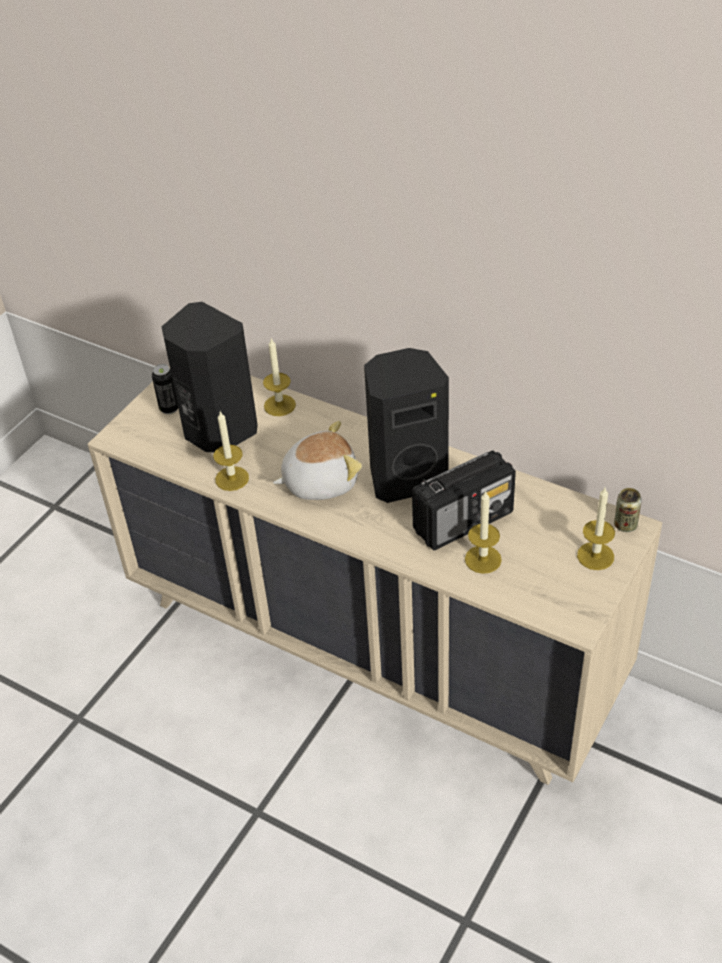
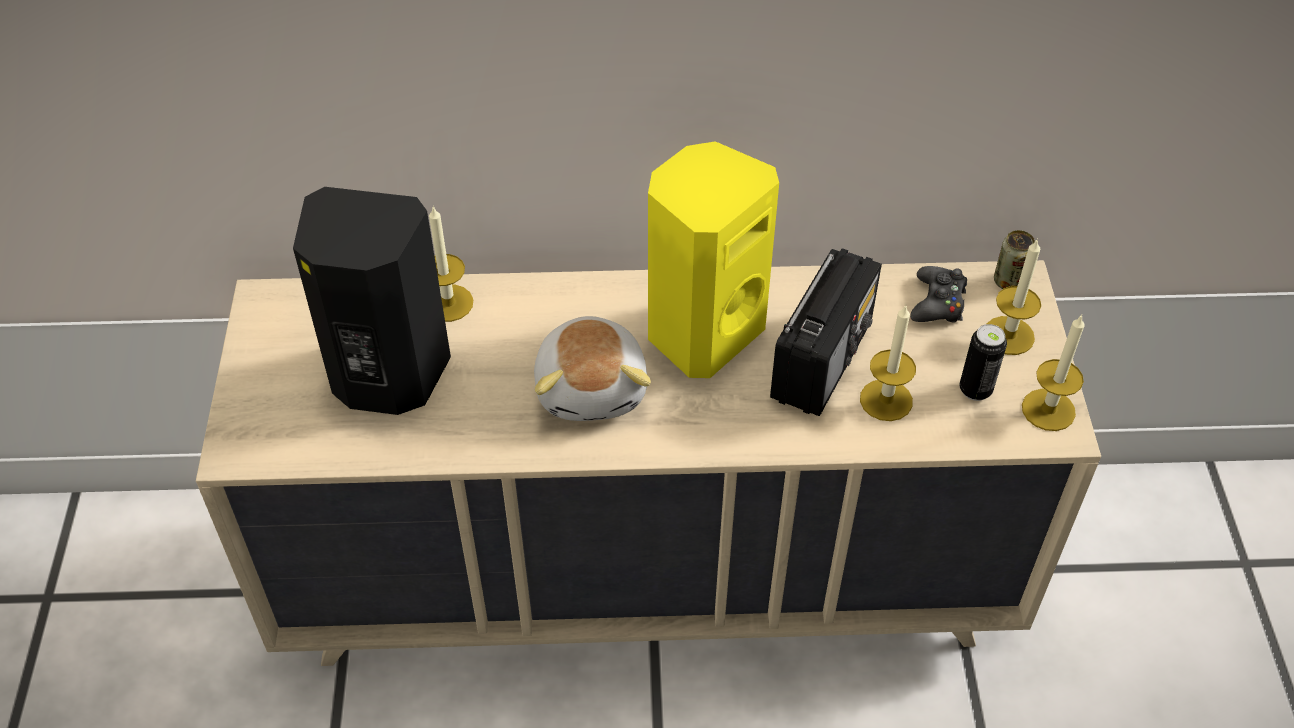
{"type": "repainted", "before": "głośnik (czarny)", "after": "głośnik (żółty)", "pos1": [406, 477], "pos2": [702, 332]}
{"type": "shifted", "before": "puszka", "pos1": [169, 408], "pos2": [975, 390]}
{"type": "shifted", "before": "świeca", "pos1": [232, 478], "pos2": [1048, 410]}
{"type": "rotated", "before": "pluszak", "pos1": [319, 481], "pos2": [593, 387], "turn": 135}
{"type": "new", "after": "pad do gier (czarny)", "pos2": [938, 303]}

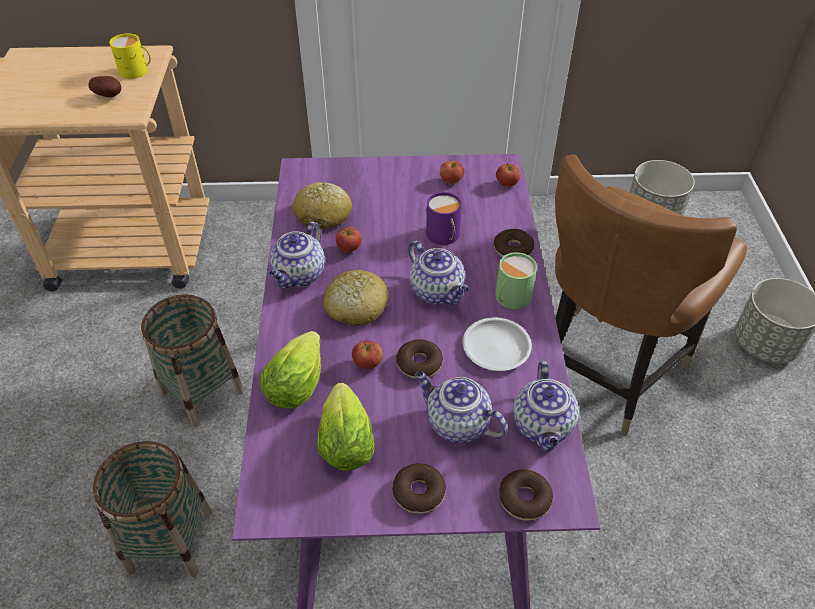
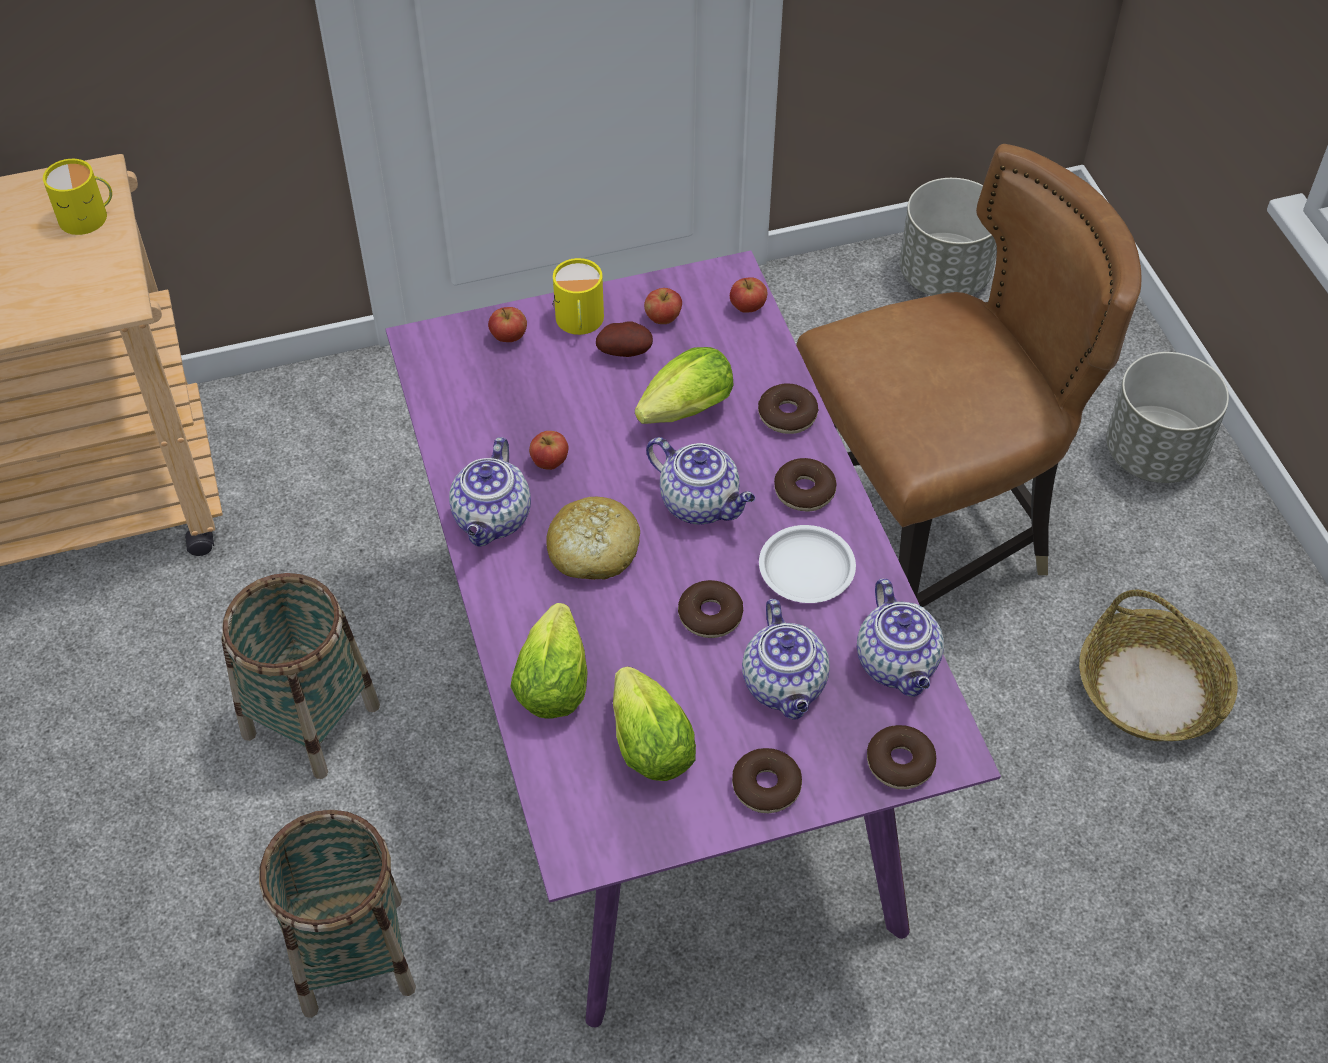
{"type": "shifted", "before": "ziemniak", "pos1": [110, 96], "pos2": [625, 351]}
{"type": "rotated", "before": "krzesło (brązowy)", "pos1": [605, 369], "pos2": [928, 545], "turn": -135}
{"type": "gone", "before": "chleb", "pos1": [323, 214]}
{"type": "swapped", "before": "kubek (fioletowy)", "after": "sałata", "pos1": [444, 236], "pos2": [681, 413]}
{"type": "swapped", "before": "kubek (zielony)", "after": "donut", "pos1": [510, 298], "pos2": [804, 491]}
{"type": "shifted", "before": "jabłko", "pos1": [368, 364], "pos2": [509, 337]}
{"type": "rotated", "before": "imbryk", "pos1": [456, 423], "pos2": [785, 686], "turn": -120}
{"type": "new", "after": "kubek (żółty)", "pos2": [579, 321]}
{"type": "new", "after": "koszyk", "pos2": [1152, 691]}

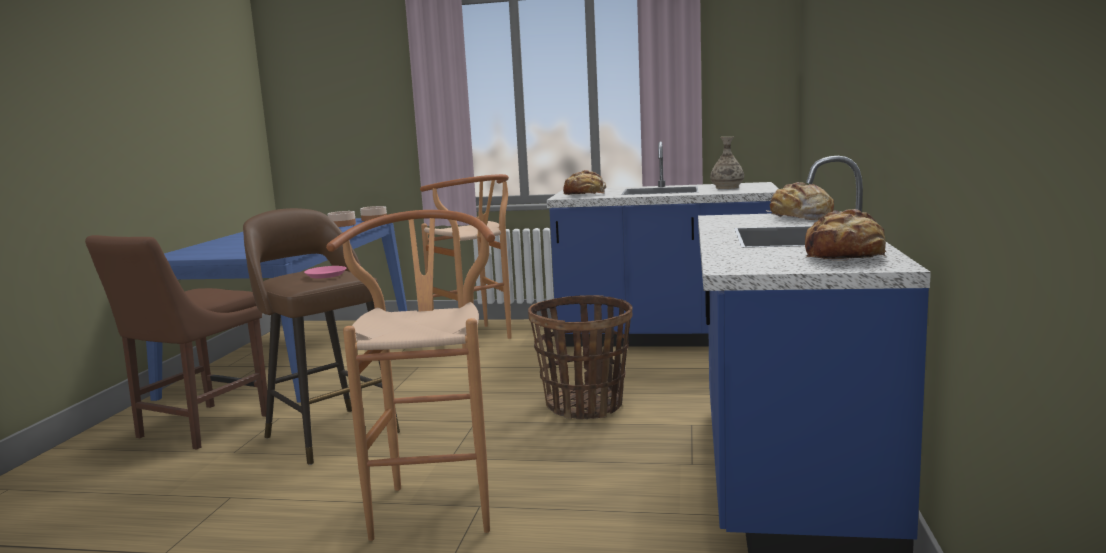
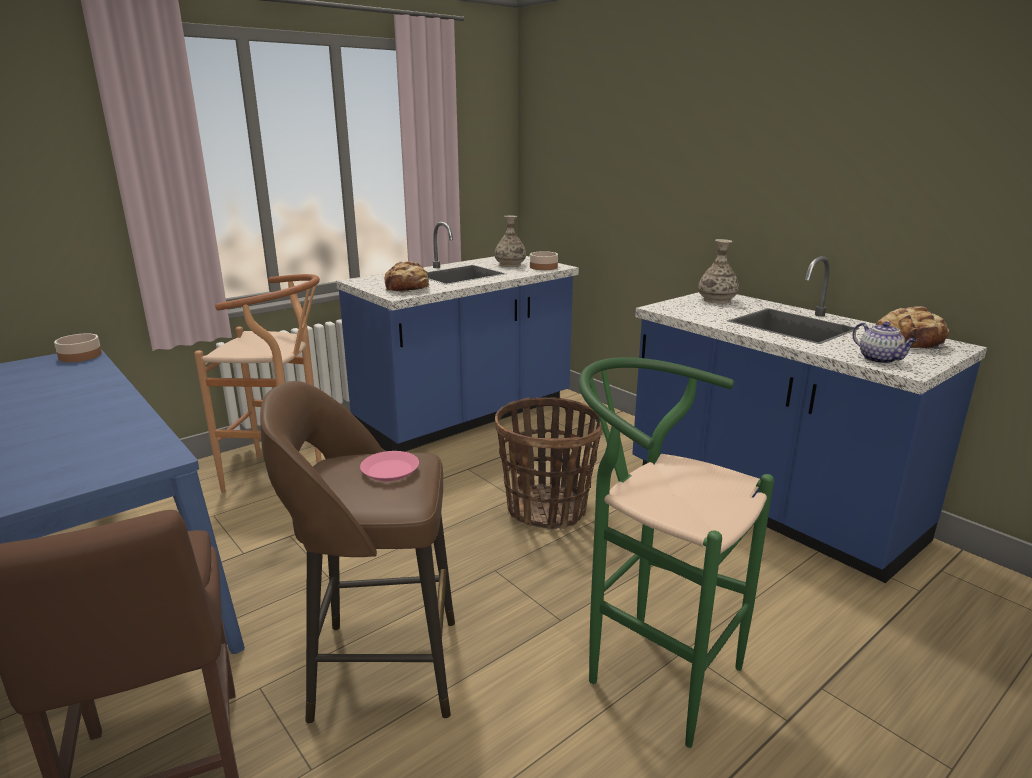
{"type": "swapped", "before": "chleb", "after": "wazon", "pos1": [800, 217], "pos2": [717, 300]}
{"type": "repainted", "before": "stołek (brązowy)", "after": "stołek (zielony)", "pos1": [436, 502], "pos2": [650, 671]}
{"type": "shifted", "before": "miska", "pos1": [342, 225], "pos2": [544, 267]}
{"type": "new", "after": "imbryk", "pos2": [880, 359]}

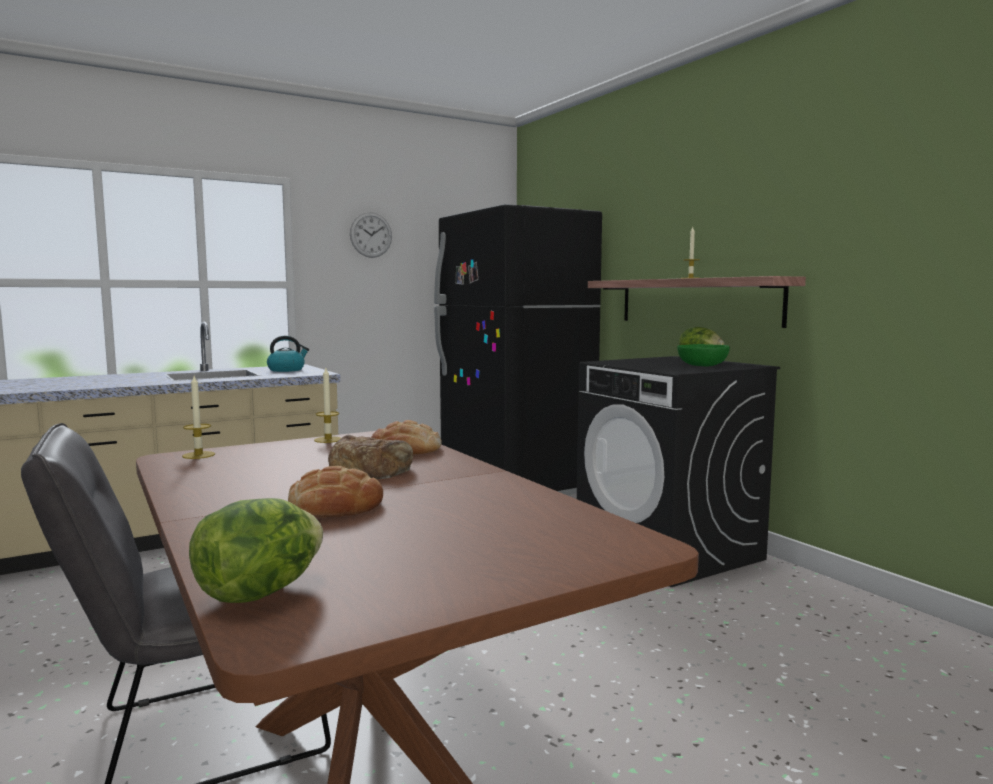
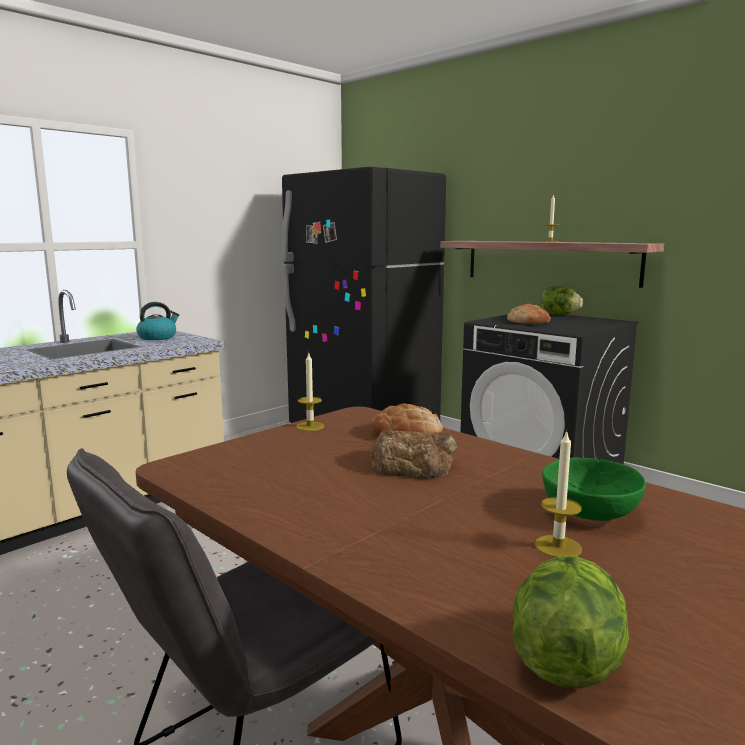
{"type": "gone", "before": "zegar ścienny", "pos1": [371, 235]}
{"type": "shifted", "before": "miska (zielony)", "pos1": [702, 366], "pos2": [588, 512]}
{"type": "shifted", "before": "świeca", "pos1": [198, 455], "pos2": [558, 547]}
{"type": "shifted", "before": "chleb", "pos1": [336, 505], "pos2": [528, 322]}

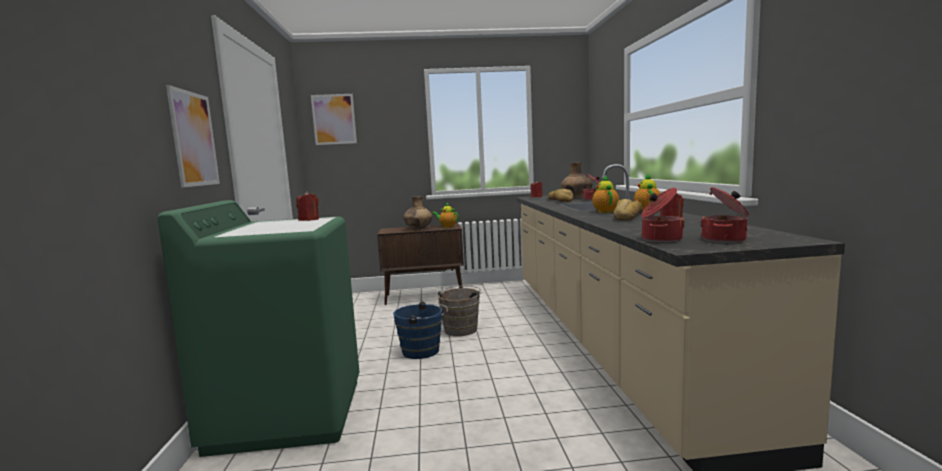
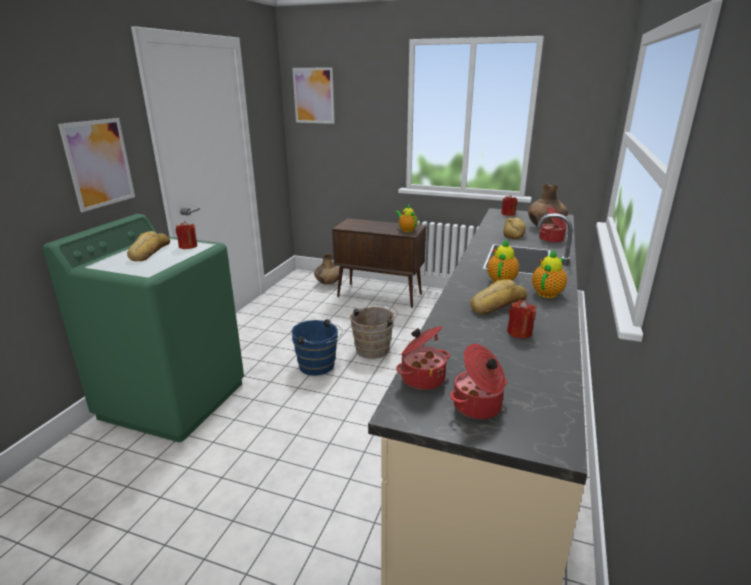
{"type": "shifted", "before": "wazon (brązowy)", "pos1": [418, 229], "pos2": [327, 283]}
{"type": "new", "after": "chleb", "pos2": [148, 252]}

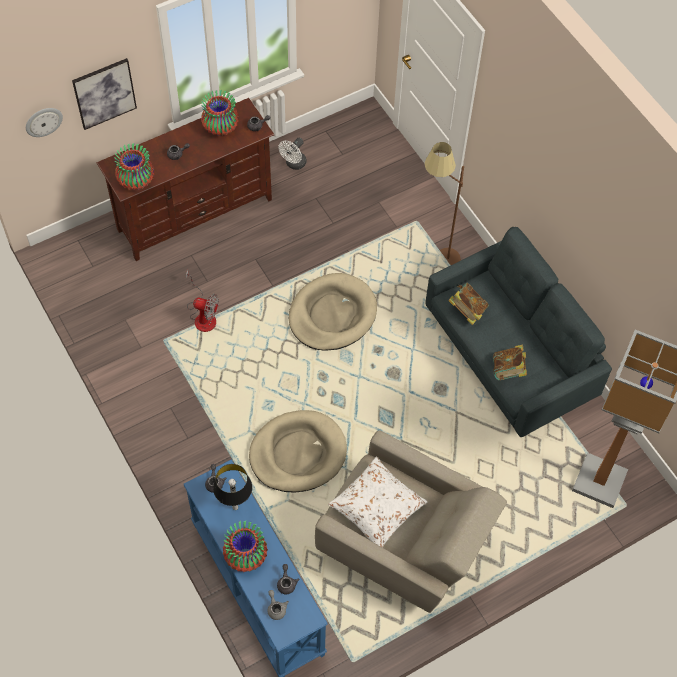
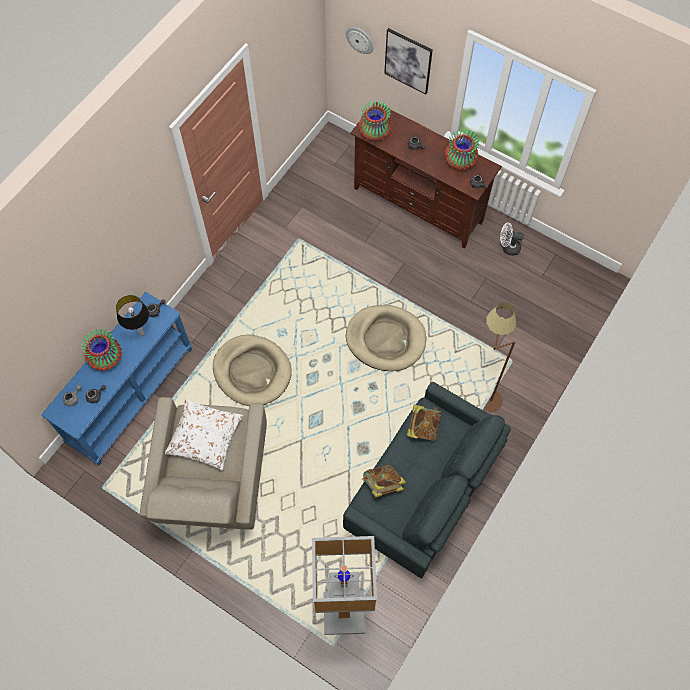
{"type": "gone", "before": "wentylator", "pos1": [203, 316]}

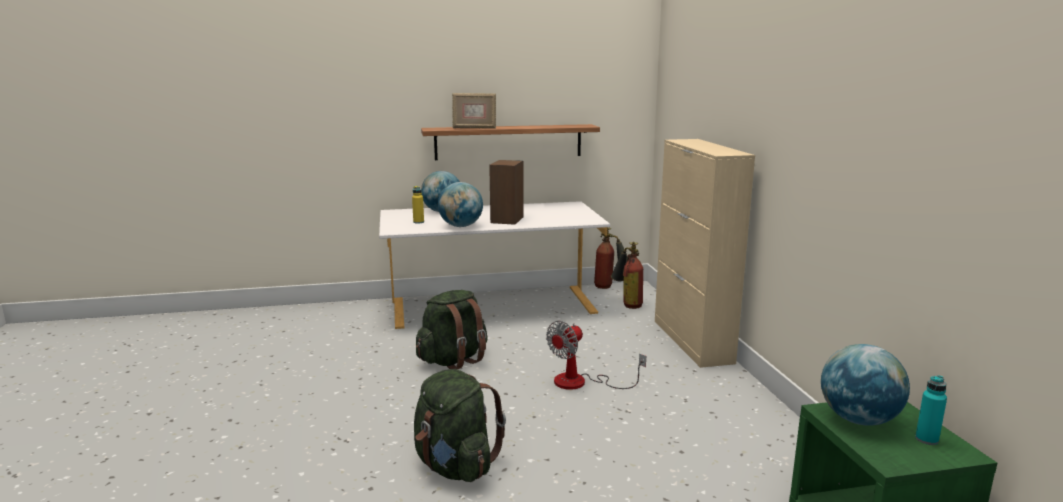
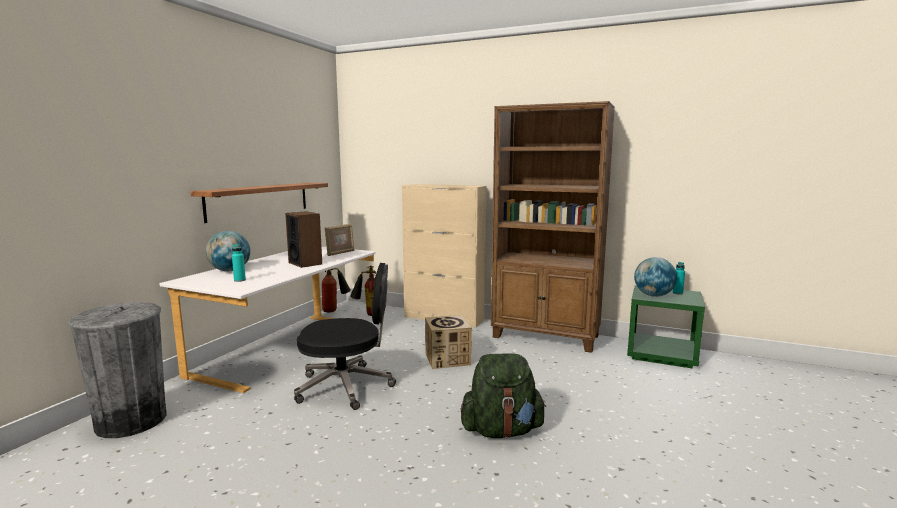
{"type": "shifted", "before": "ramka na zdjęcie", "pos1": [474, 128], "pos2": [340, 253]}
{"type": "gone", "before": "globus", "pos1": [461, 226]}
{"type": "repainted", "before": "butelka (żółty)", "after": "butelka (turkusowy)", "pos1": [418, 222], "pos2": [239, 280]}
{"type": "swapped", "before": "plecak (zielony)", "after": "krzesło biurowe (czarny)", "pos1": [453, 360], "pos2": [346, 386]}
{"type": "swapped", "before": "wentylator", "after": "karton", "pos1": [581, 382], "pos2": [447, 359]}
{"type": "new", "after": "regał (brązowy)", "pos2": [546, 337]}
{"type": "new", "after": "kosz na śmieci (szary)", "pos2": [131, 421]}

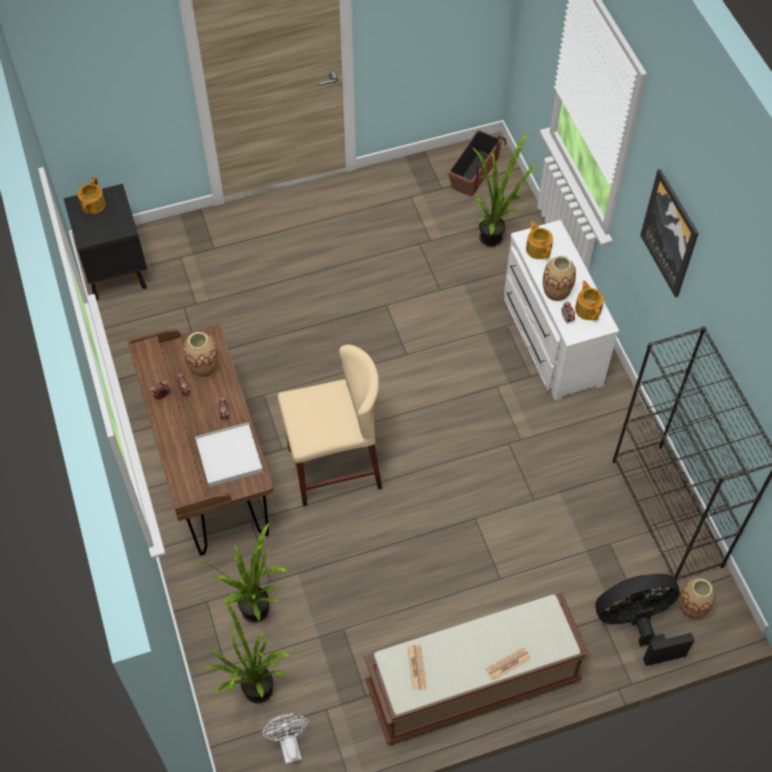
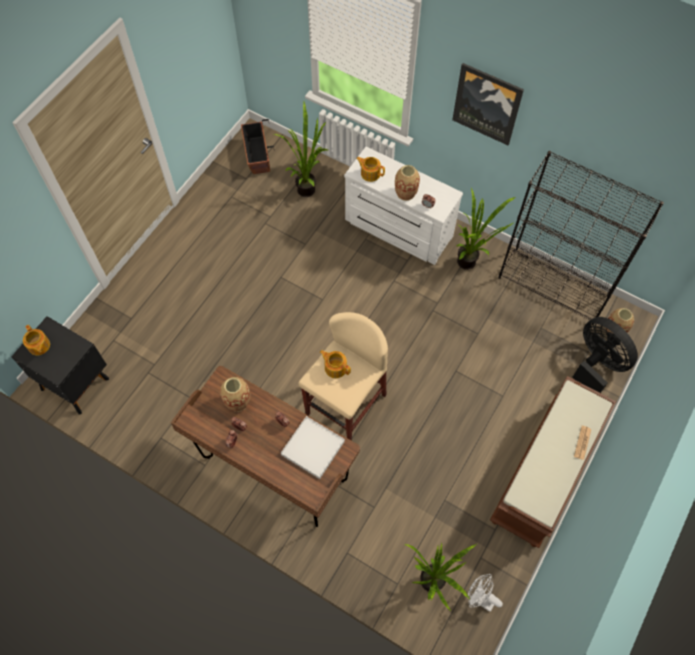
{"type": "shifted", "before": "imbryk", "pos1": [588, 309], "pos2": [335, 367]}
{"type": "shifted", "before": "roślina doniczkowa", "pos1": [259, 615], "pos2": [470, 263]}
{"type": "rotated", "before": "wentylator (czarny)", "pos1": [637, 625], "pos2": [597, 363], "turn": 105}
{"type": "gone", "before": "gazeta", "pos1": [417, 667]}

